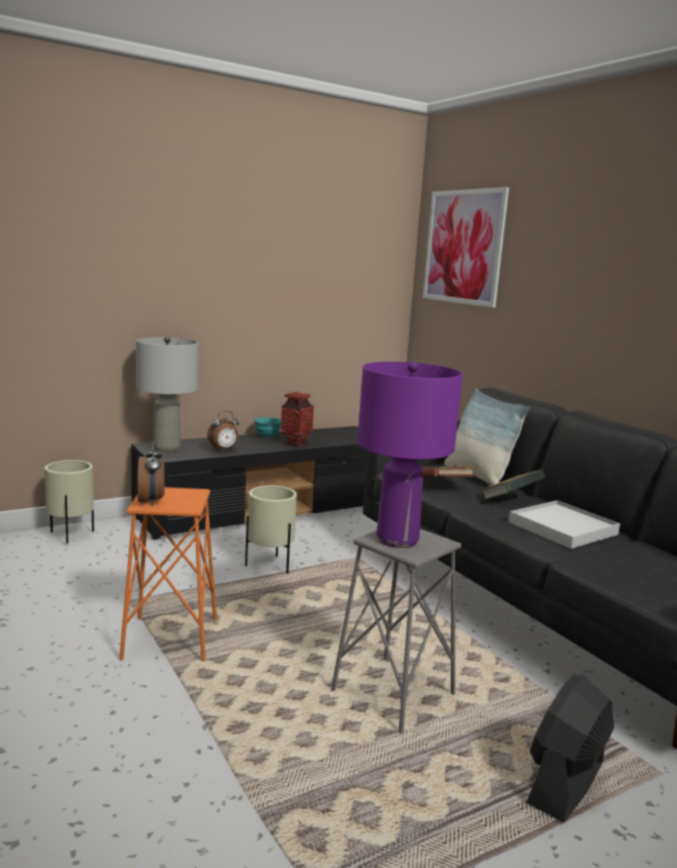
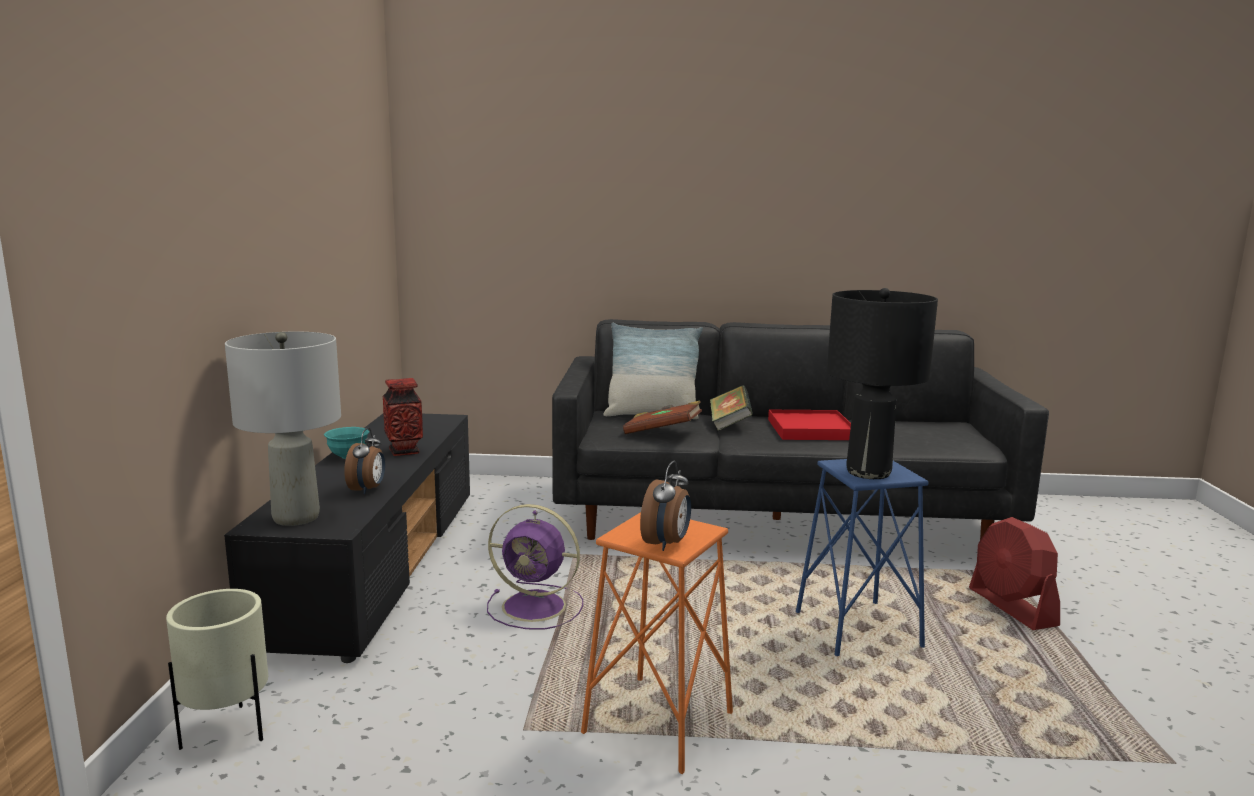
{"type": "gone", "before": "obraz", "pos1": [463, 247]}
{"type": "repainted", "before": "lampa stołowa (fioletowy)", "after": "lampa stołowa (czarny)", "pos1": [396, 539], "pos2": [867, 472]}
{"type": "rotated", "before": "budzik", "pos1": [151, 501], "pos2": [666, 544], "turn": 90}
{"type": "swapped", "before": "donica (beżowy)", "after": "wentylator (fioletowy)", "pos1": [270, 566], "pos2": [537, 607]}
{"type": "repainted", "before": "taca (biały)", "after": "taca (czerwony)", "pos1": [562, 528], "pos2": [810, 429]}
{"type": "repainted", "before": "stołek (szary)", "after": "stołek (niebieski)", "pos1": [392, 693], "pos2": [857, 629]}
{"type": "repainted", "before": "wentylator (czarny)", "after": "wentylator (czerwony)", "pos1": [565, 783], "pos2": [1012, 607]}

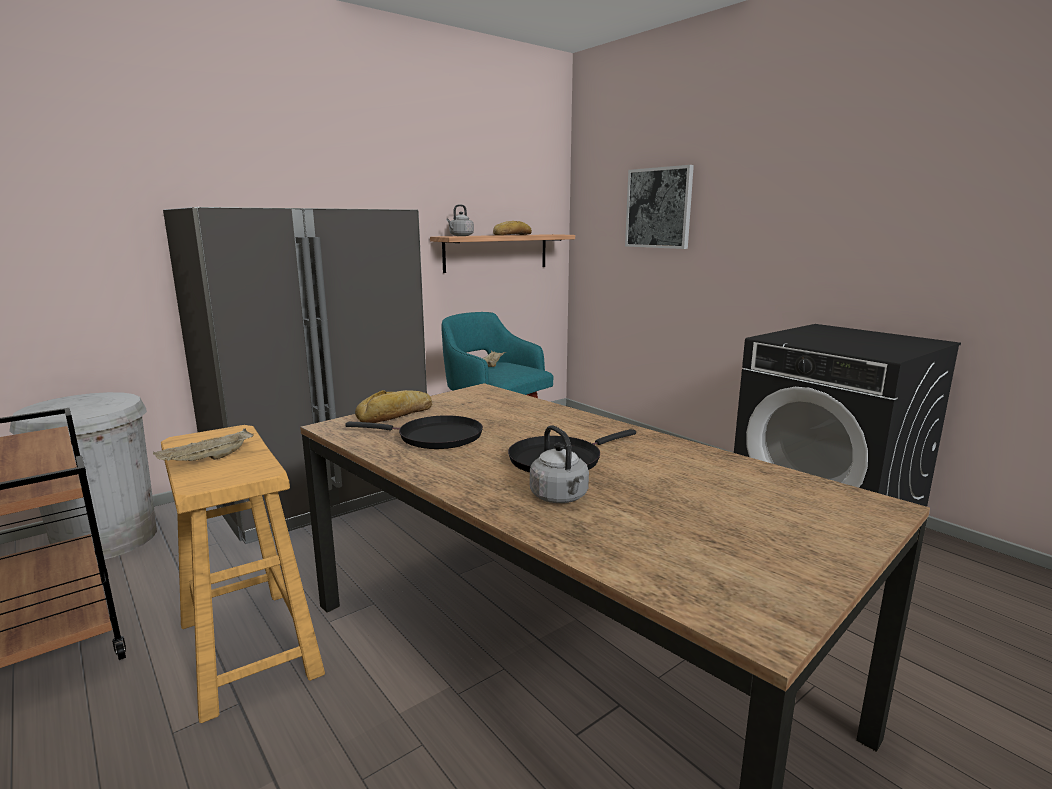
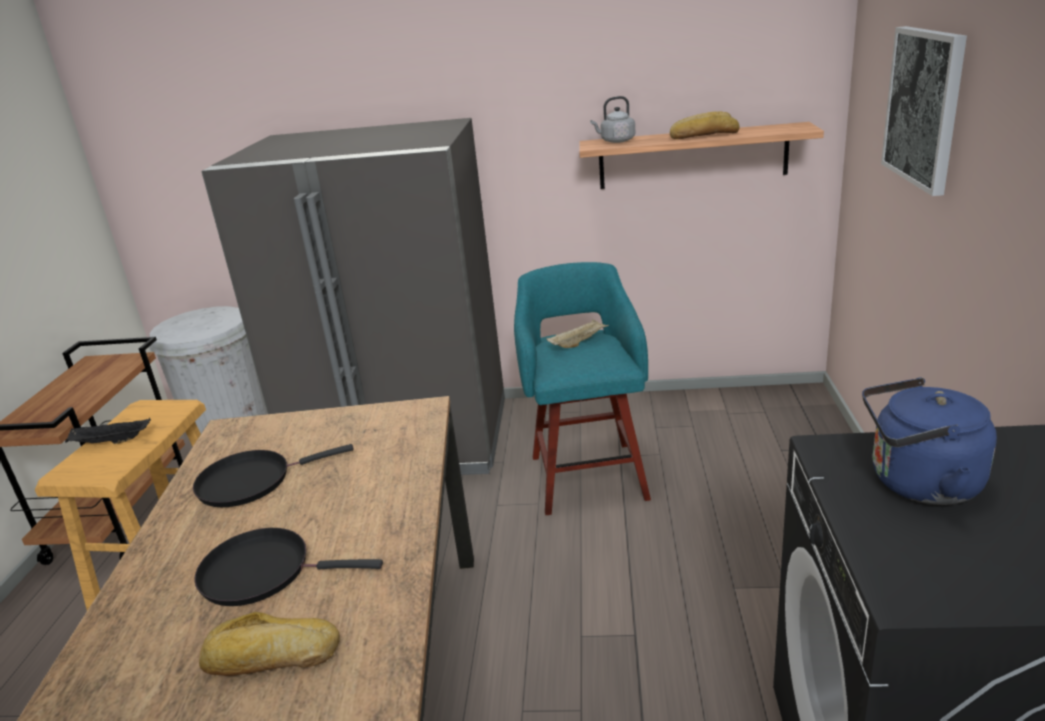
{"type": "shifted", "before": "chleb", "pos1": [397, 415], "pos2": [271, 658]}
{"type": "rotated", "before": "patelnia (czarny)", "pos1": [434, 437], "pos2": [251, 481], "turn": 105}
{"type": "gone", "before": "czajnik (szary)", "pos1": [560, 497]}
{"type": "repainted", "before": "taca (beżowy)", "after": "taca (czarny)", "pos1": [207, 460], "pos2": [110, 442]}
{"type": "new", "after": "czajnik (niebieski)", "pos2": [918, 484]}

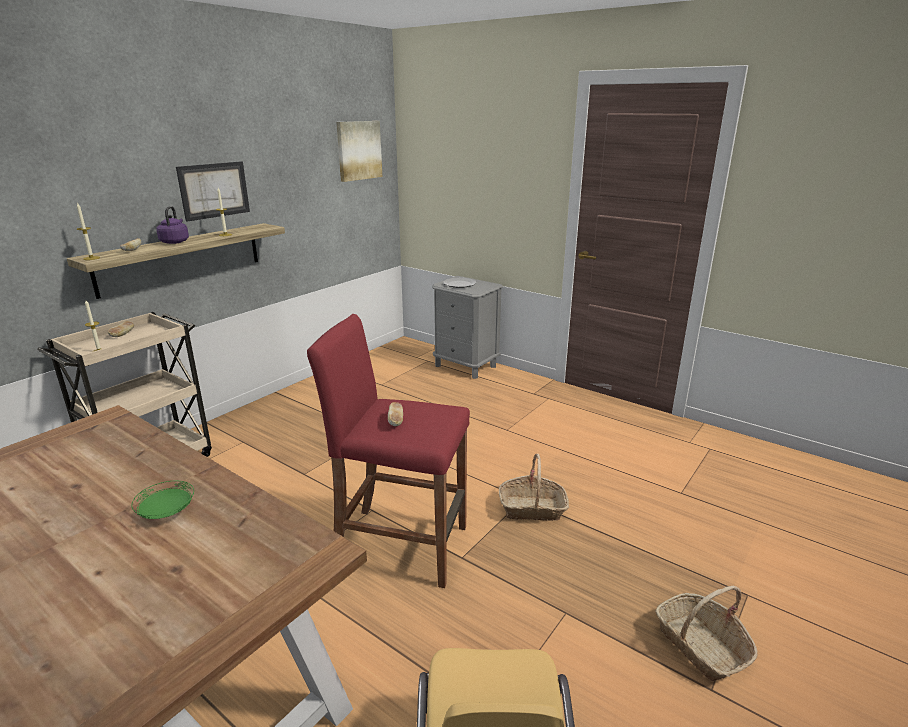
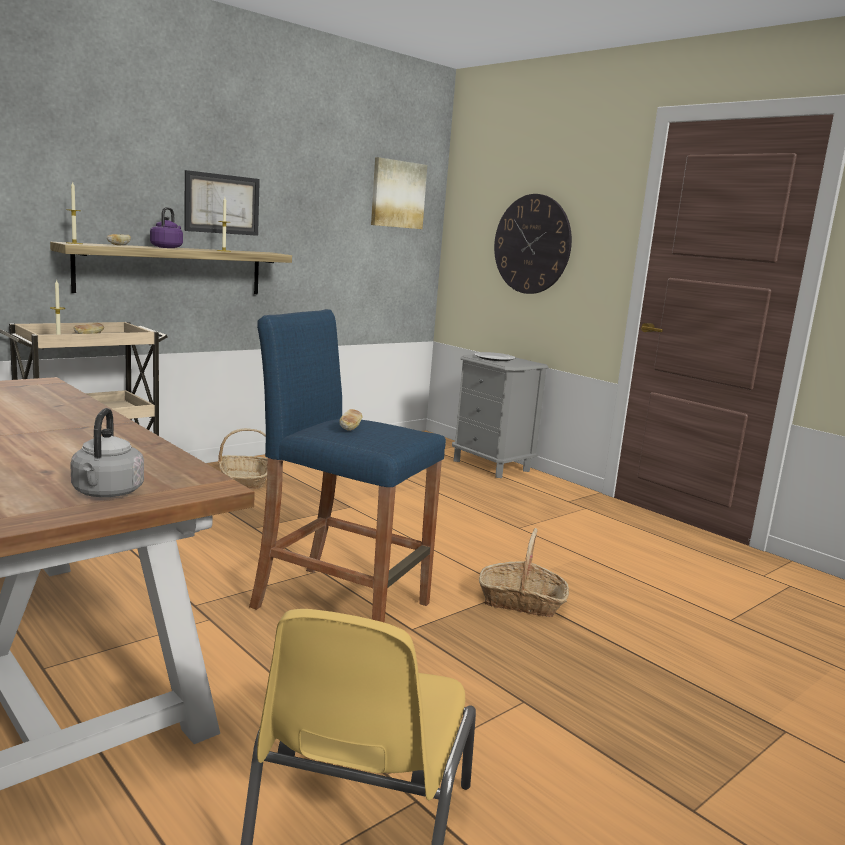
{"type": "repainted", "before": "stołek (czerwony)", "after": "stołek (niebieski)", "pos1": [401, 545], "pos2": [342, 605]}
{"type": "gone", "before": "talerz (zielony)", "pos1": [167, 512]}
{"type": "shifted", "before": "koszyk", "pos1": [701, 646], "pos2": [244, 480]}
{"type": "new", "after": "zegar ścienny", "pos2": [532, 244]}
{"type": "new", "after": "czajnik (szary)", "pos2": [107, 493]}

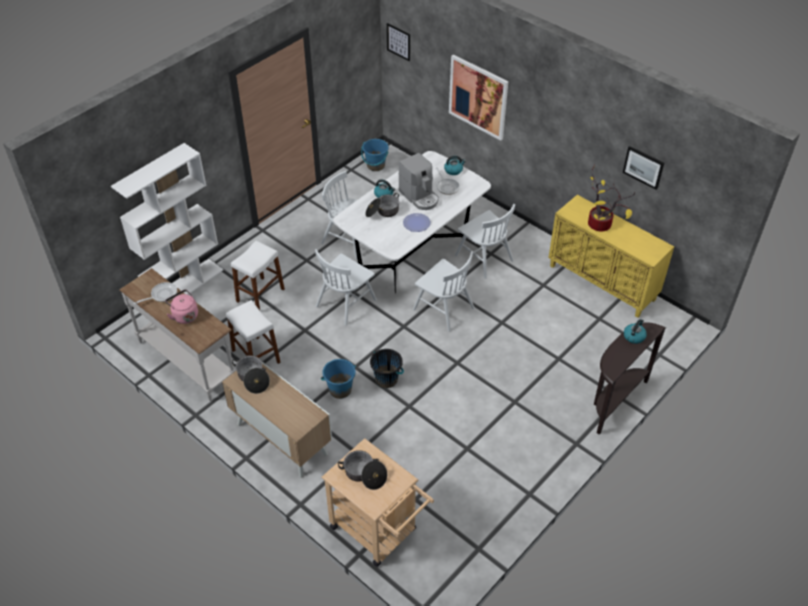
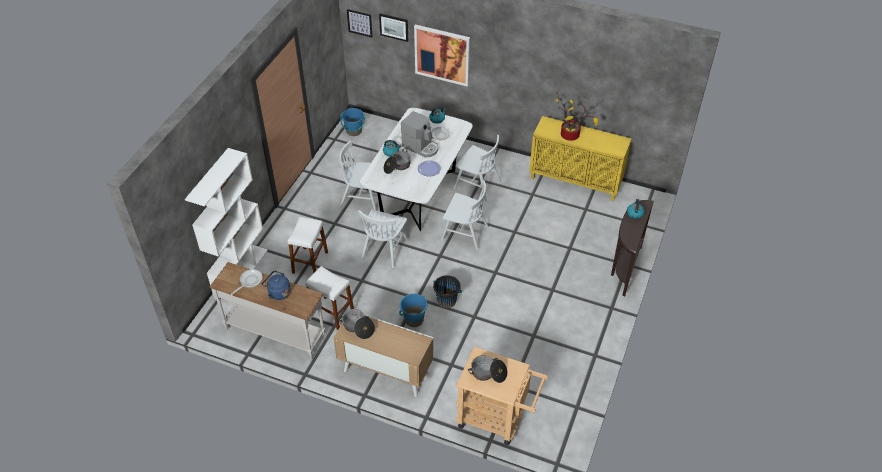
{"type": "shifted", "before": "obraz", "pos1": [643, 167], "pos2": [394, 27]}
{"type": "repainted", "before": "czajnik (różowy)", "after": "czajnik (niebieski)", "pos1": [184, 315], "pos2": [278, 292]}

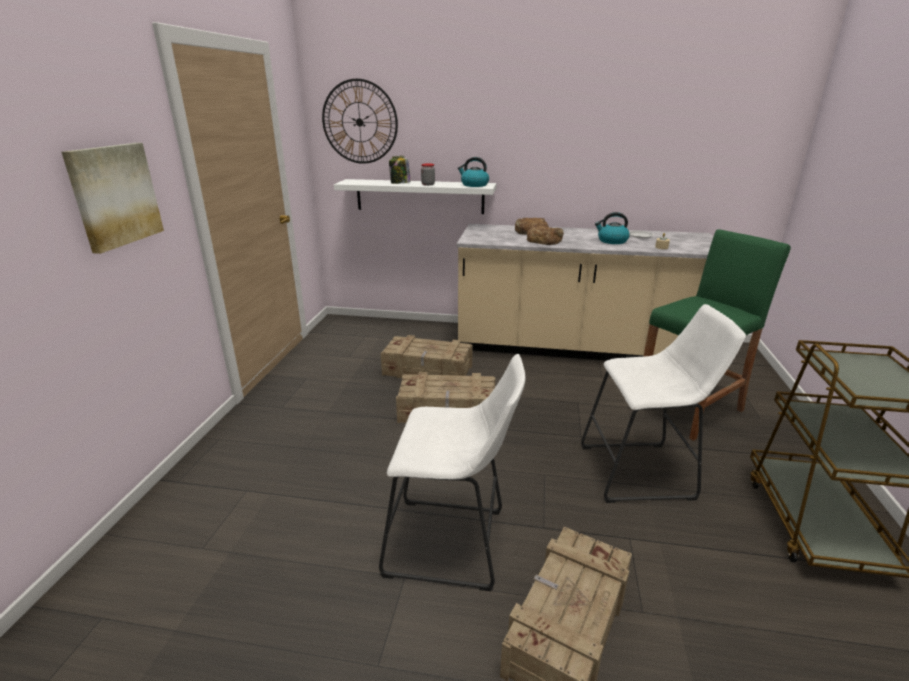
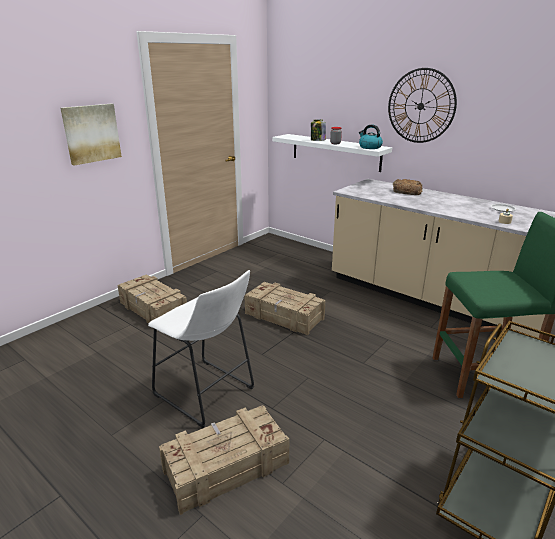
{"type": "shifted", "before": "zegar ścienny", "pos1": [359, 122], "pos2": [421, 106]}
{"type": "gone", "before": "czajnik", "pos1": [612, 241]}
{"type": "gone", "before": "chleb", "pos1": [544, 240]}
{"type": "gone", "before": "stołek (biały)", "pos1": [643, 472]}
{"type": "shifted", "before": "skrzynka", "pos1": [428, 371], "pos2": [153, 309]}

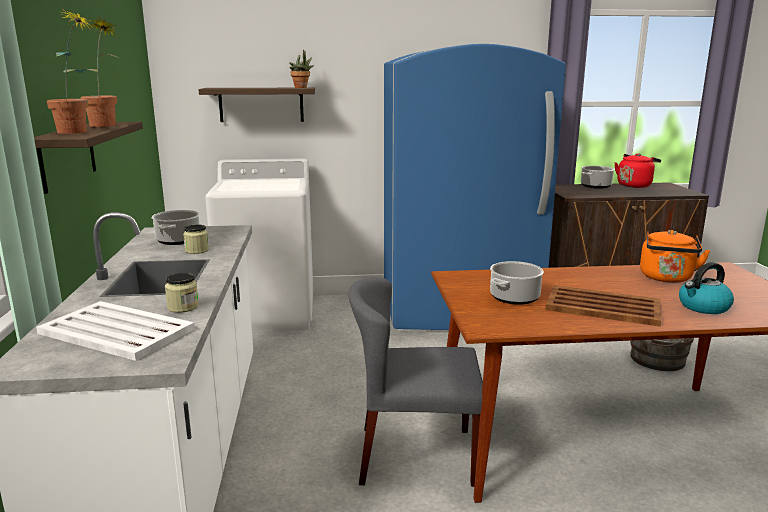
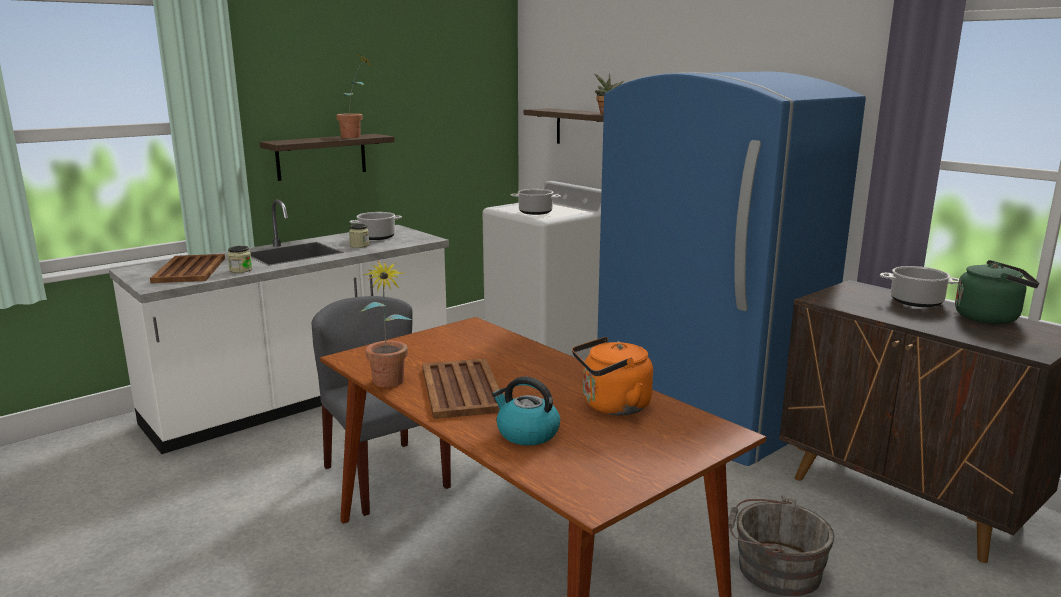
{"type": "shifted", "before": "roślina doniczkowa", "pos1": [78, 132], "pos2": [388, 385]}
{"type": "repainted", "before": "czajnik (czerwony)", "after": "czajnik (zielony)", "pos1": [635, 185], "pos2": [990, 318]}
{"type": "shifted", "before": "garnek", "pos1": [514, 297], "pos2": [536, 212]}
{"type": "repainted", "before": "taca (biały)", "after": "taca (brązowy)", "pos1": [116, 331], "pos2": [190, 269]}

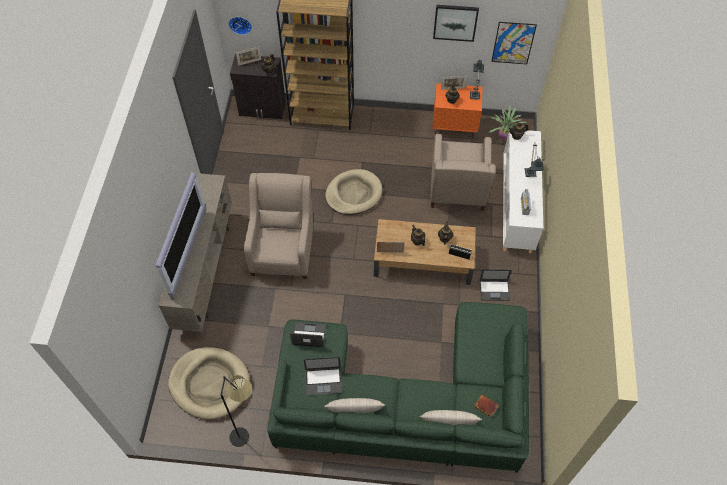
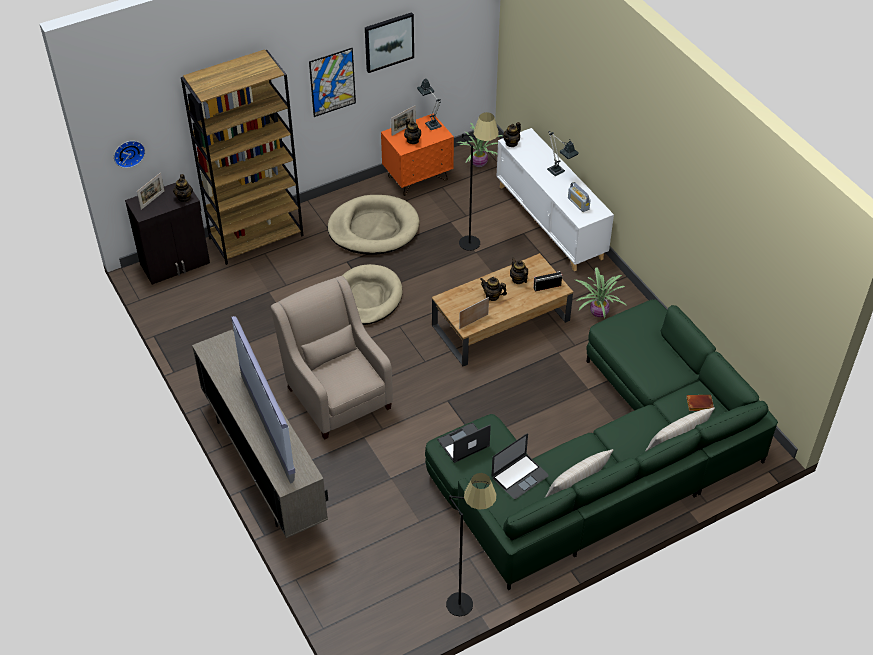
{"type": "shifted", "before": "obraz", "pos1": [513, 43], "pos2": [332, 82]}
{"type": "swapped", "before": "fotel (beżowy)", "after": "lampa stojąca (czarny)", "pos1": [457, 189], "pos2": [476, 238]}
{"type": "swapped", "before": "laptop", "after": "roślina doniczkowa", "pos1": [495, 290], "pos2": [598, 312]}
{"type": "shifted", "before": "legowisko (beżowy)", "pos1": [209, 384], "pos2": [373, 228]}

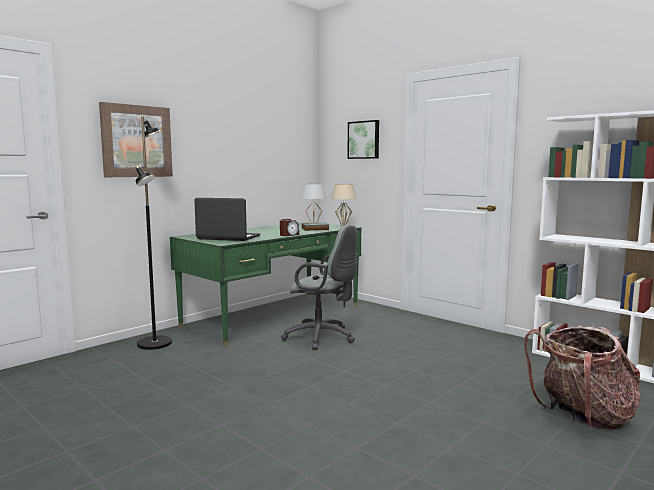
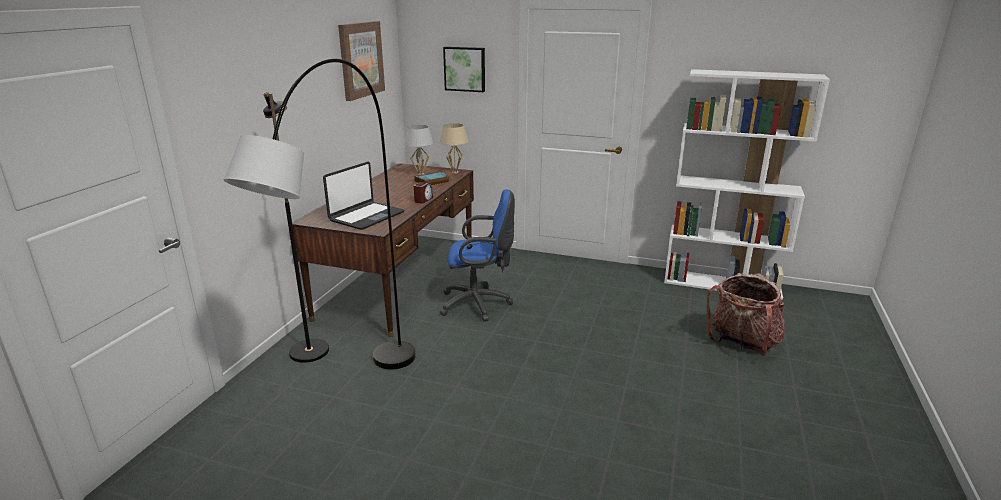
{"type": "shifted", "before": "obraz", "pos1": [136, 141], "pos2": [361, 59]}
{"type": "rotated", "before": "laptop", "pos1": [228, 238], "pos2": [366, 216], "turn": 135}
{"type": "repainted", "before": "biurko (zielony)", "after": "biurko (brązowy)", "pos1": [274, 315], "pos2": [399, 282]}
{"type": "repainted", "before": "krzesło biurowe (szary)", "after": "krzesło biurowe (niebieski)", "pos1": [323, 338], "pos2": [479, 304]}
{"type": "new", "after": "lampa stojąca (szary)", "pos2": [354, 405]}

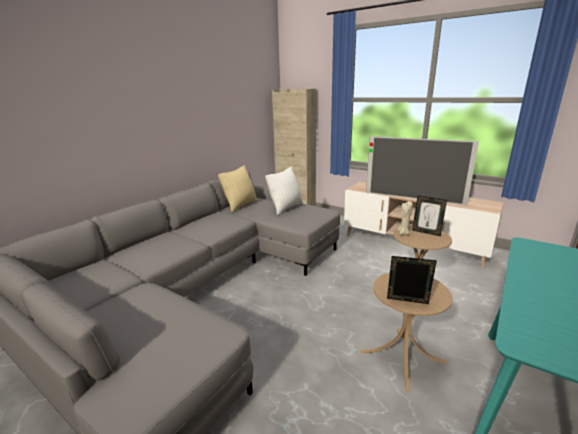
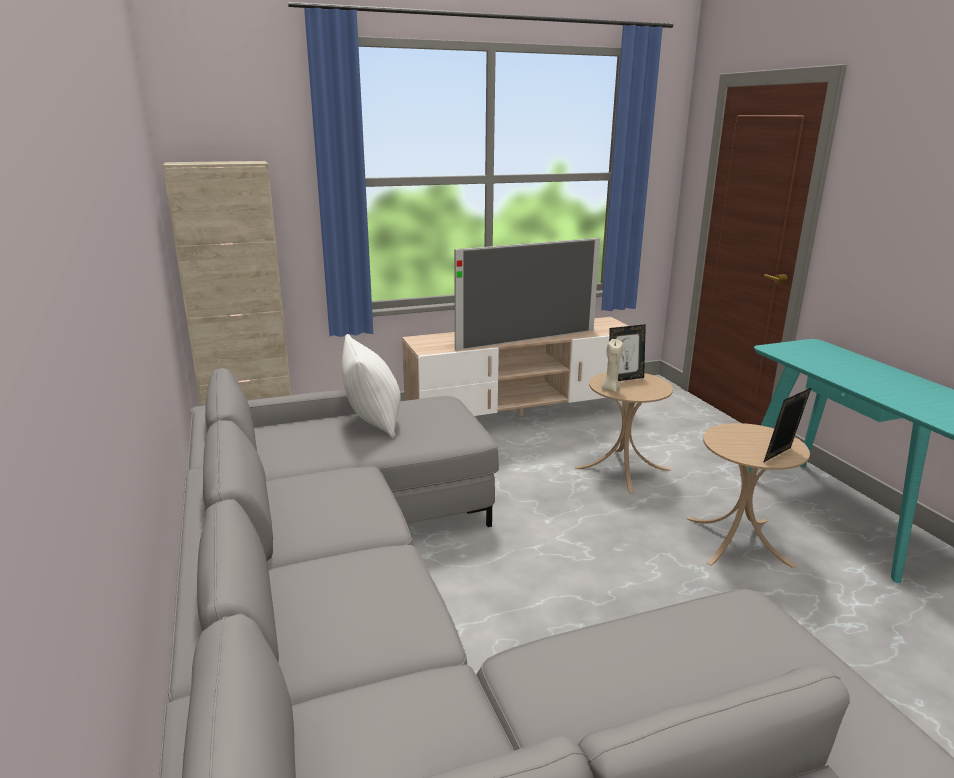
{"type": "gone", "before": "poduszka (beżowy)", "pos1": [240, 205]}

